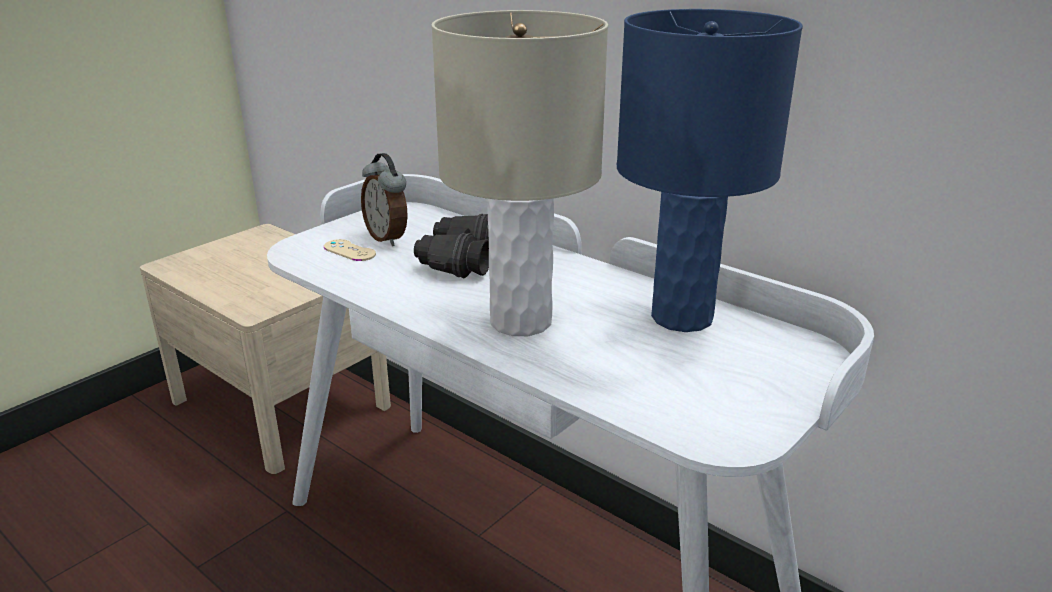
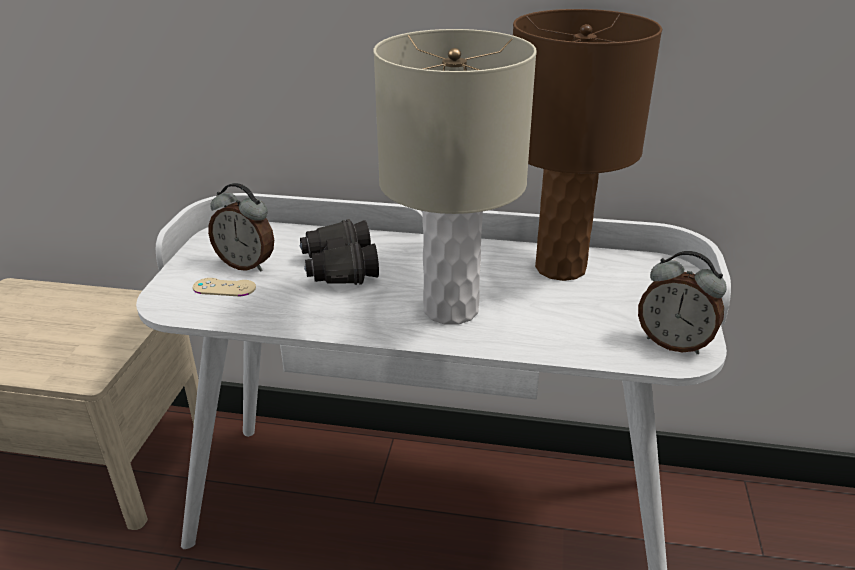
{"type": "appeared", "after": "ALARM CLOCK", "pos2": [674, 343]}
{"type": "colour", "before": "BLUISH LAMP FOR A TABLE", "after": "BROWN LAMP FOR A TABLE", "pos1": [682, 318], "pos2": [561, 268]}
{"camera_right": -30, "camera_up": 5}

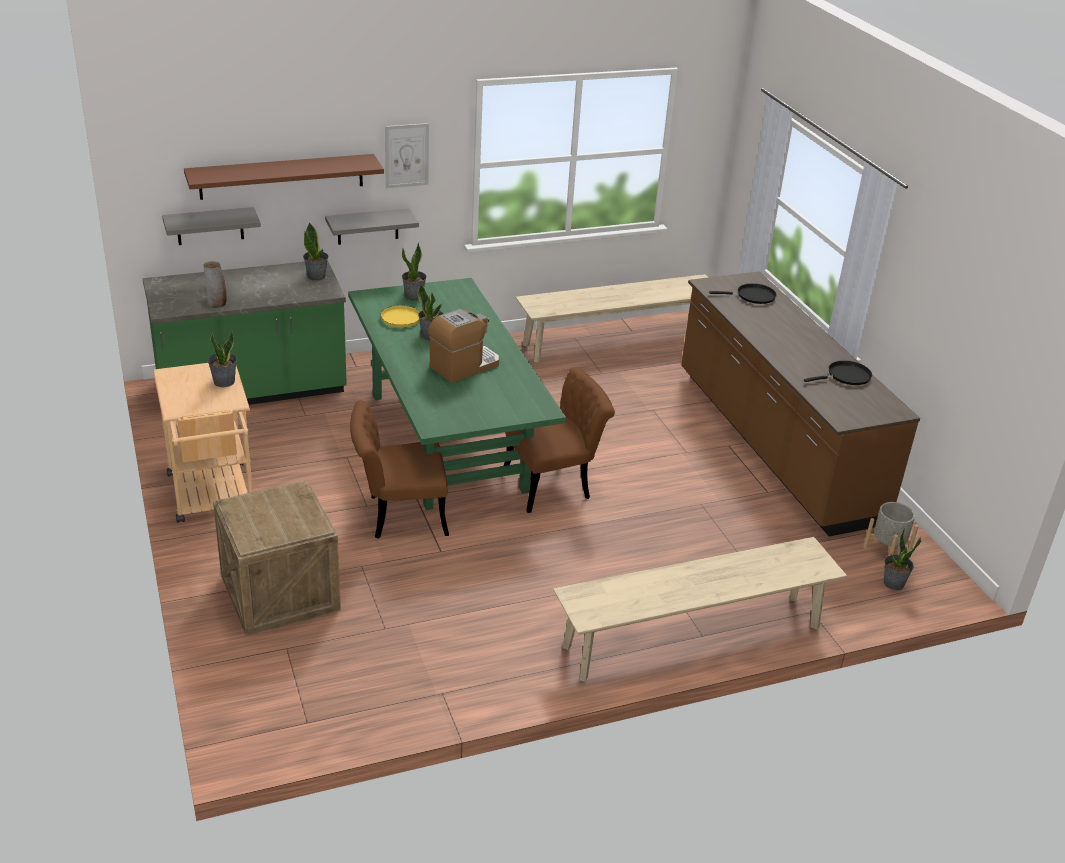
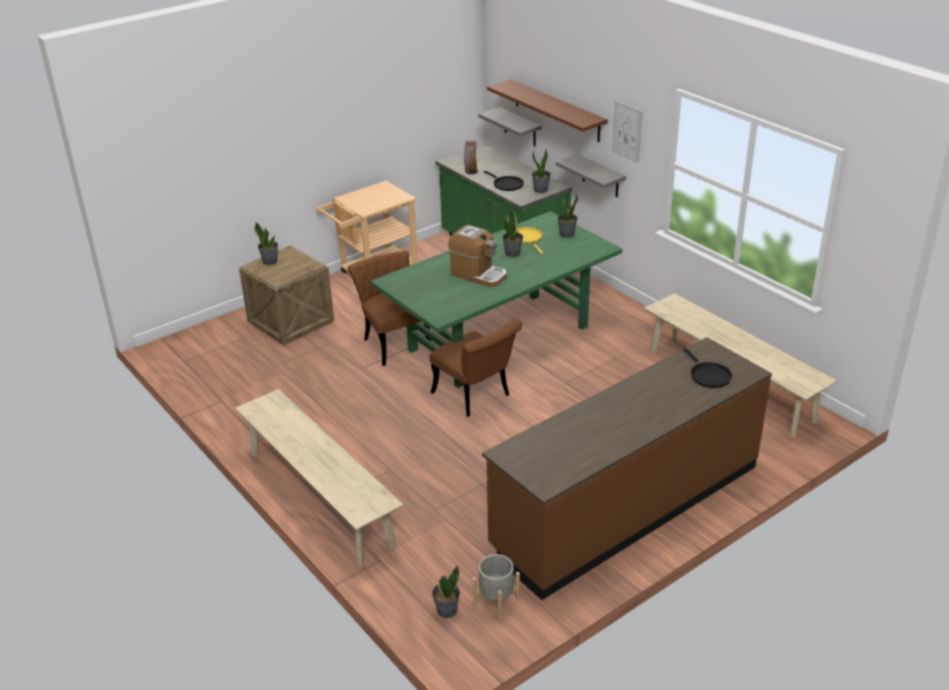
{"type": "relocated", "before": "POTTED PLANT", "pos1": [224, 381], "pos2": [270, 261]}
{"type": "relocated", "before": "BLACK-COLOURED FRYING PAN", "pos1": [846, 376], "pos2": [506, 184]}
{"camera_right": 75, "camera_up": 0}

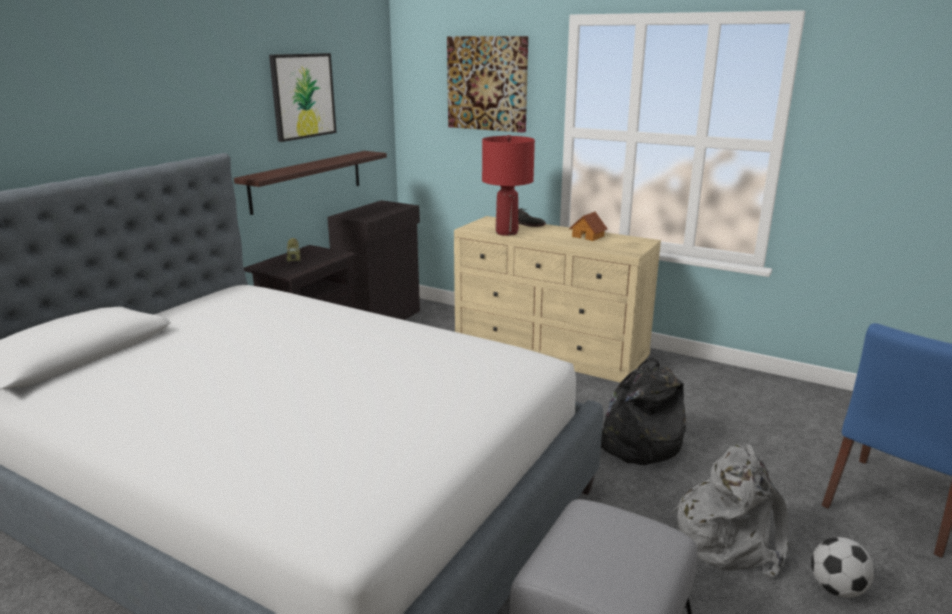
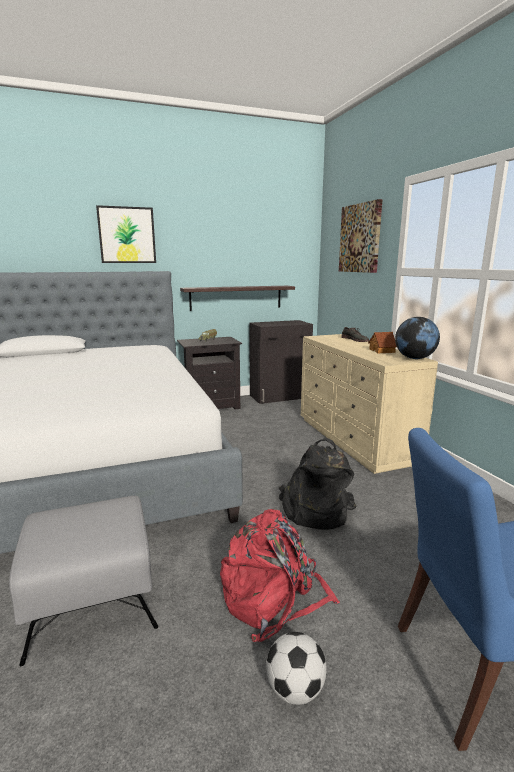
{"type": "missing", "before": "REDDISH LAMP FOR A TABLE", "pos1": [507, 232]}
{"type": "appeared", "after": "WORLD GLOBE", "pos2": [414, 358]}
{"type": "relocated", "before": "PICTURE", "pos1": [303, 96], "pos2": [127, 235]}
{"type": "colour", "before": "GREYISH RUCKSACK", "after": "REDDISH RUCKSACK", "pos1": [729, 538], "pos2": [274, 599]}
{"camera_right": 40, "camera_up": -5}

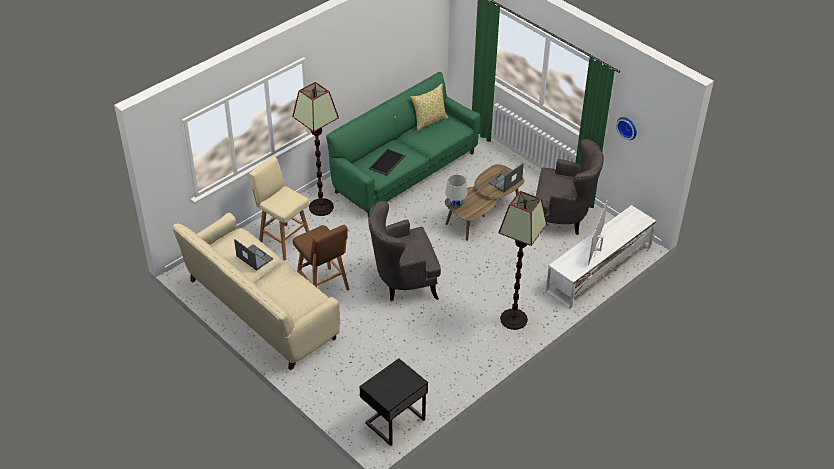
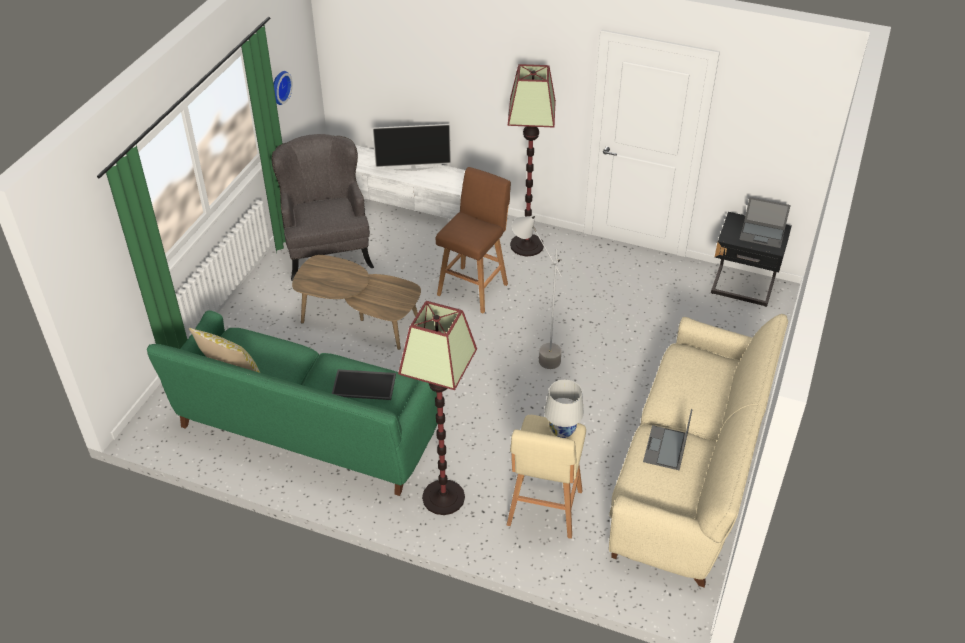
{"type": "relocated", "before": "BROWN STOOL", "pos1": [323, 288], "pos2": [474, 288]}
{"type": "relocated", "before": "WHITISH LAMP FOR A TABLE", "pos1": [455, 204], "pos2": [562, 430]}
{"type": "relocated", "before": "NOTEBOOK COMPUTER", "pos1": [505, 181], "pos2": [762, 234]}
{"type": "exchanged", "before": "GREYISH ARMCHAIR", "after": "GREYISH FLOOR LAMP", "pos1": [403, 282], "pos2": [535, 352]}
{"camera_right": -115, "camera_up": 0}

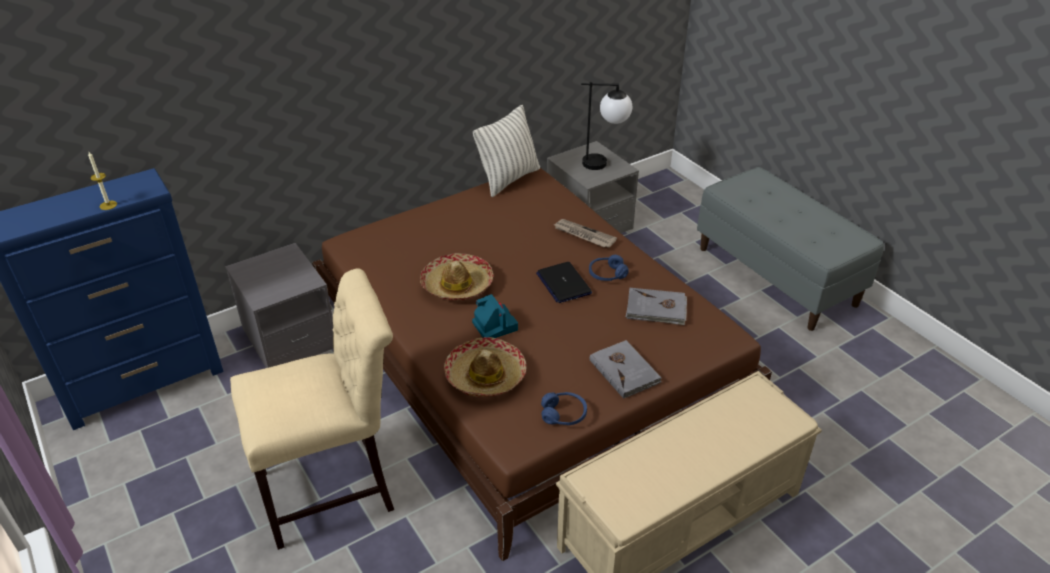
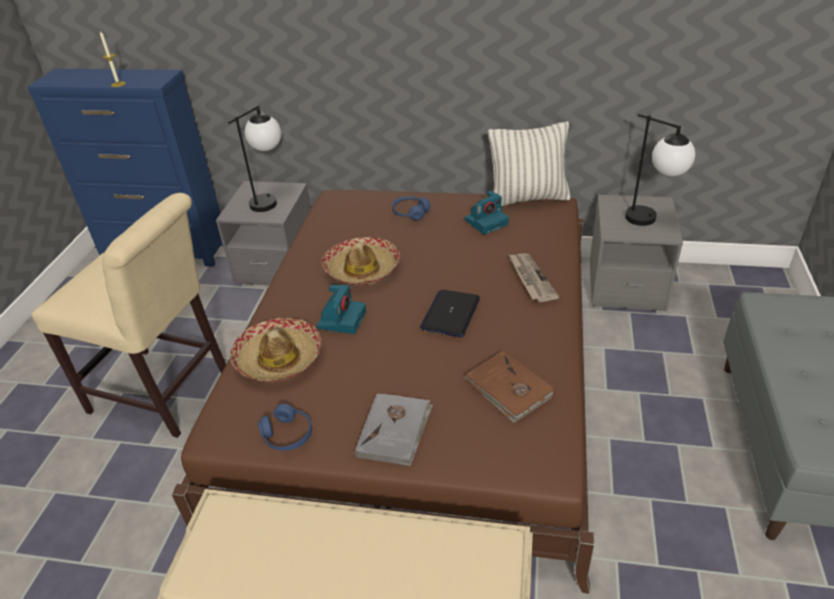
{"type": "appeared", "after": "LAMP FOR A TABLE", "pos2": [270, 199]}
{"type": "appeared", "after": "PHOTO CAMERA", "pos2": [486, 221]}
{"type": "relocated", "before": "BLUISH PAIR OF HEADPHONES", "pos1": [607, 274], "pos2": [410, 213]}
{"type": "colour", "before": "GREYISH BOOK", "after": "BROWN BOOK", "pos1": [656, 309], "pos2": [508, 389]}
{"camera_right": 45, "camera_up": 0}

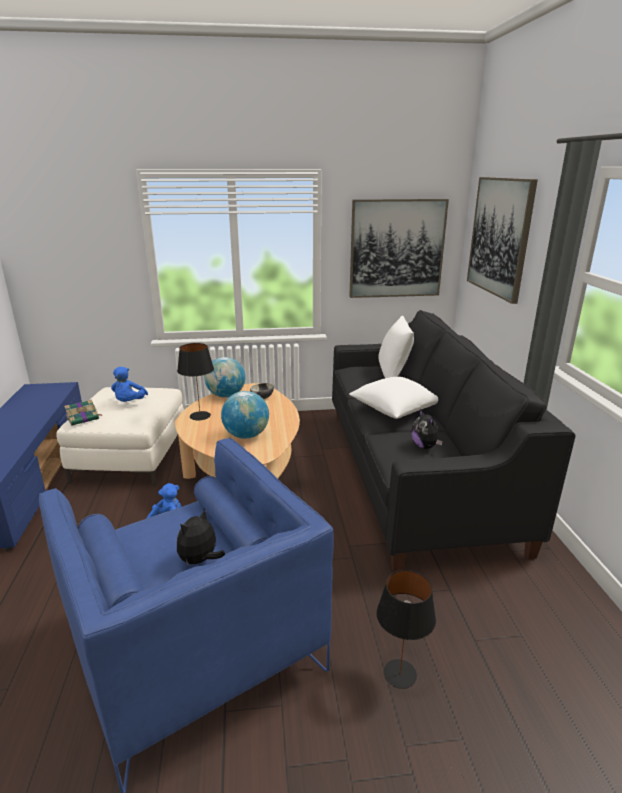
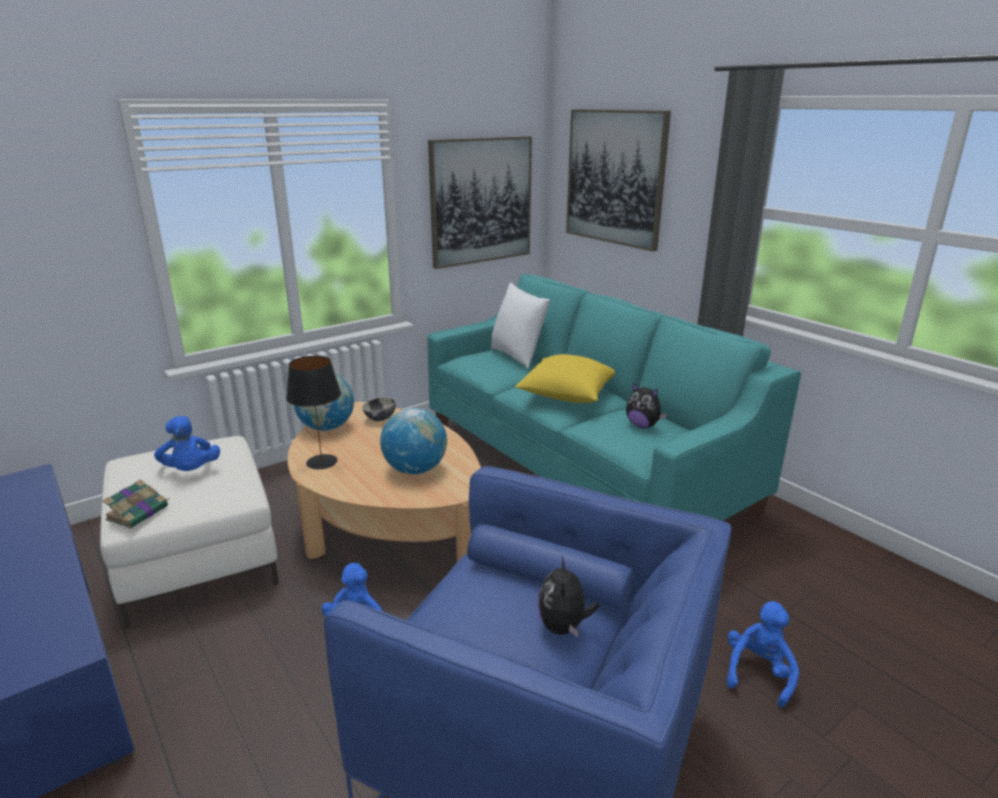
{"type": "exchanged", "before": "BLACK-COLOURED LAMP FOR A TABLE", "after": "BLUISH SOFT TOY", "pos1": [400, 673], "pos2": [758, 673]}
{"type": "colour", "before": "BLACK-COLOURED SOFA", "after": "BLUE-GREEN SOFA", "pos1": [414, 473], "pos2": [581, 467]}
{"type": "colour", "before": "WHITISH CUSHION", "after": "YELLOW CUSHION", "pos1": [394, 410], "pos2": [566, 395]}
{"camera_right": -30, "camera_up": 0}

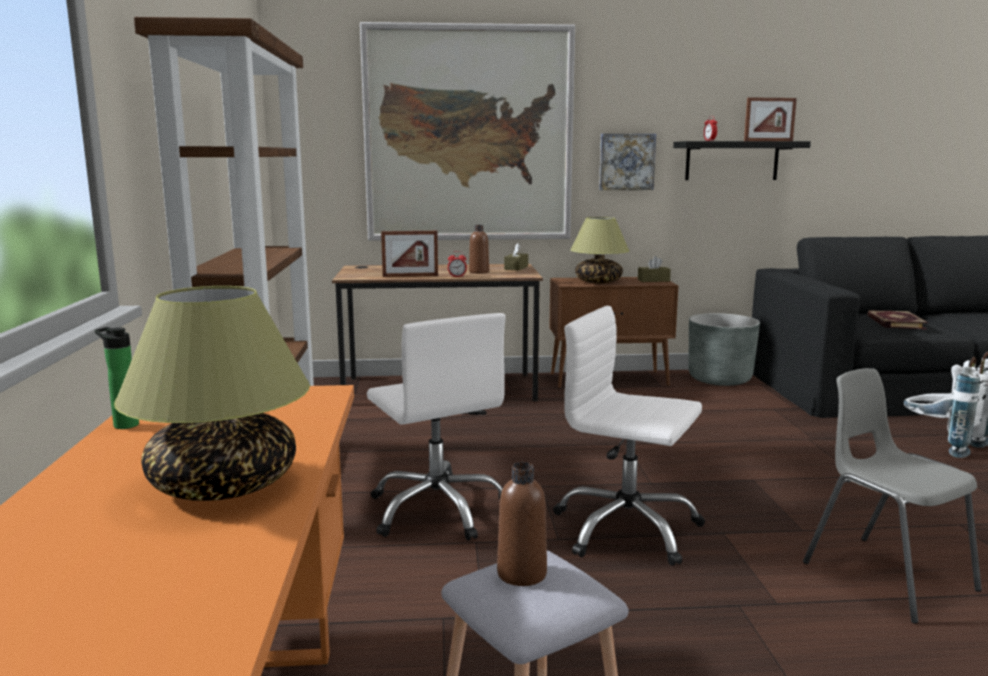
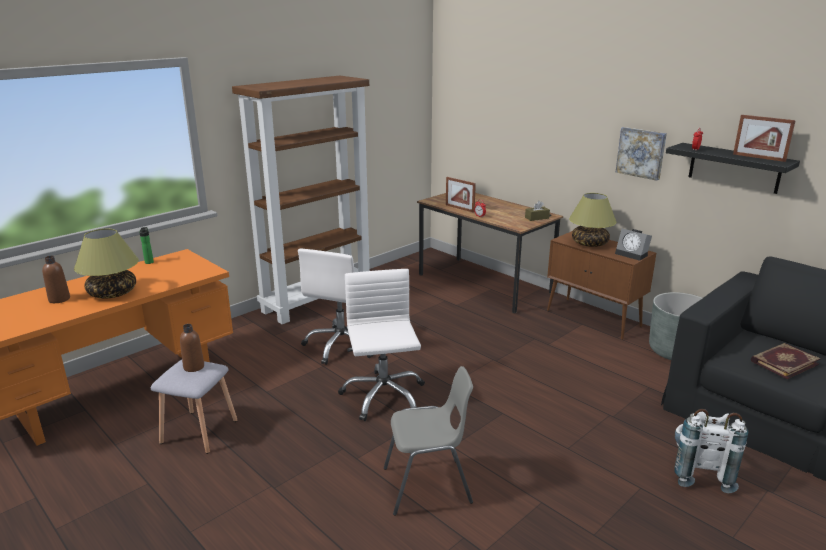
{"type": "missing", "before": "PICTURE", "pos1": [468, 135]}
{"type": "relocated", "before": "BROWN BOTTLE", "pos1": [479, 272], "pos2": [59, 299]}
{"type": "exchanged", "before": "BROWN TISSUE HOLDER", "after": "ALARM CLOCK", "pos1": [653, 280], "pos2": [632, 254]}
{"type": "spun", "before": "GREYISH UPRIGHT CHAIR", "pos1": [886, 576], "pos2": [428, 486], "turn": 60}
{"camera_right": 50, "camera_up": 10}

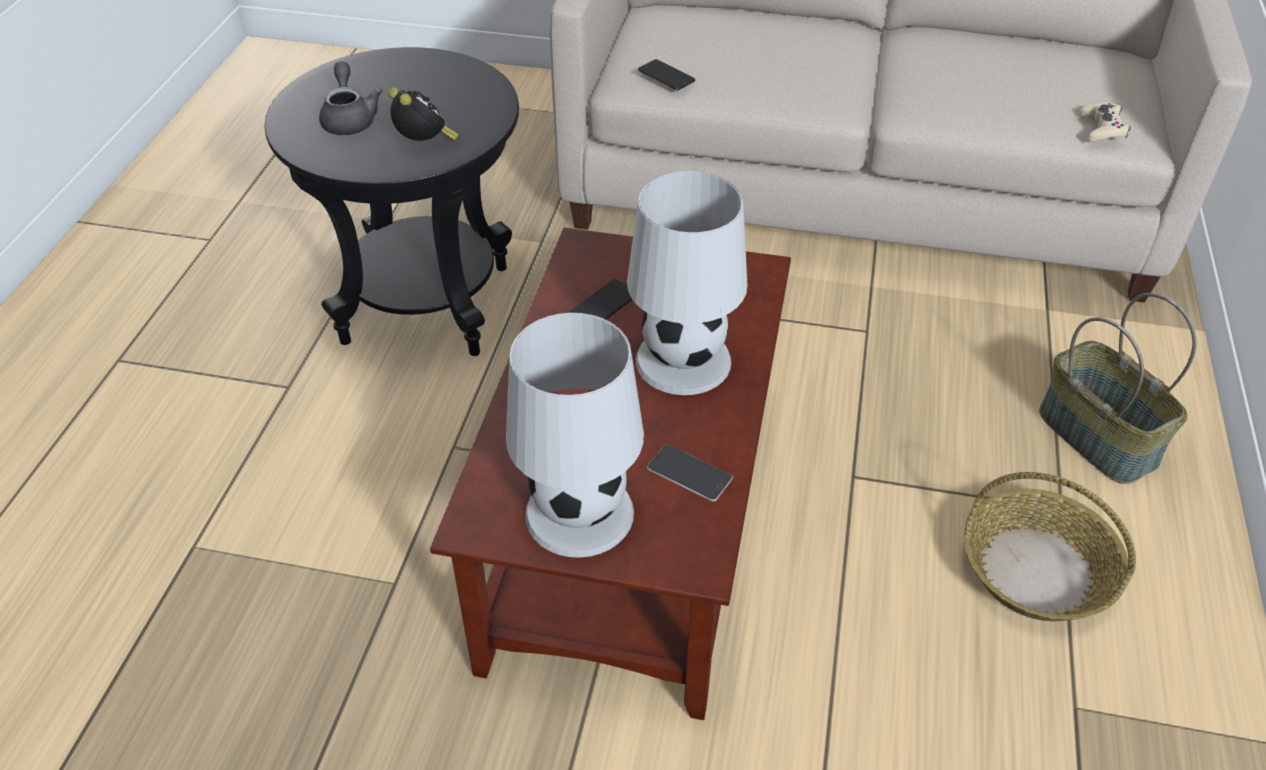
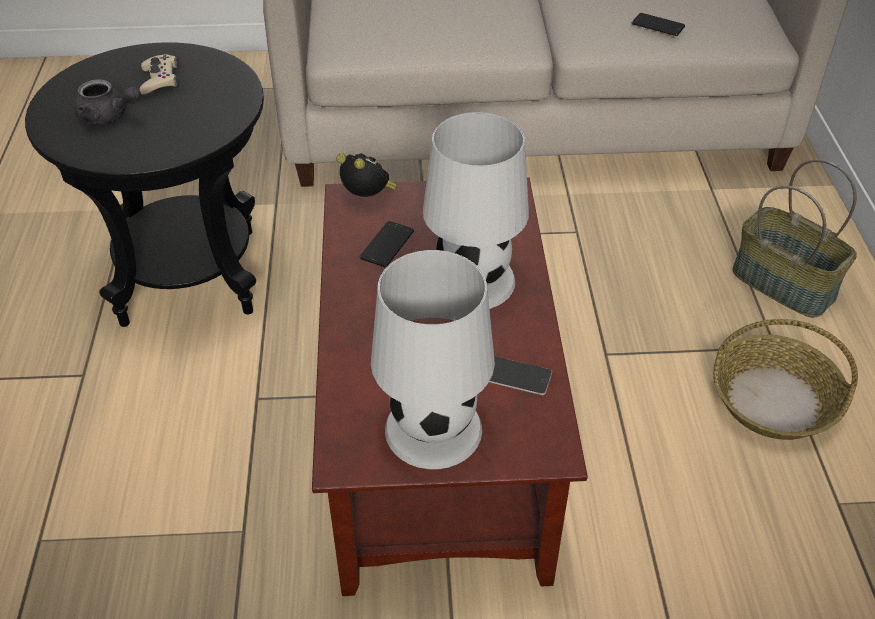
{"type": "relocated", "before": "ALARM CLOCK", "pos1": [425, 145], "pos2": [368, 198]}
{"type": "relocated", "before": "TELEPHONE", "pos1": [666, 76], "pos2": [658, 25]}
{"type": "relocated", "before": "BEIGE-COLOURED JOYPAD", "pos1": [1102, 128], "pos2": [160, 80]}
{"type": "spun", "before": "GREYISH TEA POT", "pos1": [350, 119], "pos2": [108, 116], "turn": 135}
{"camera_right": -15, "camera_up": 0}

